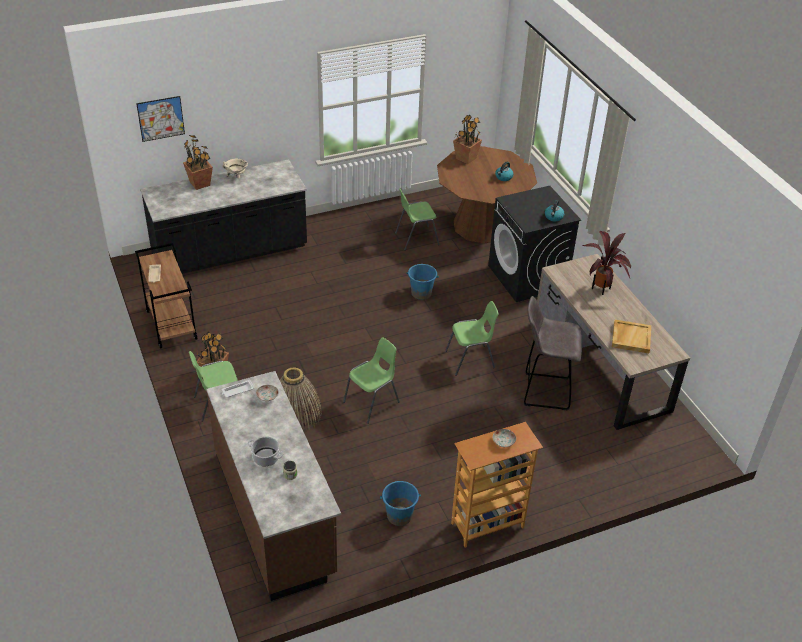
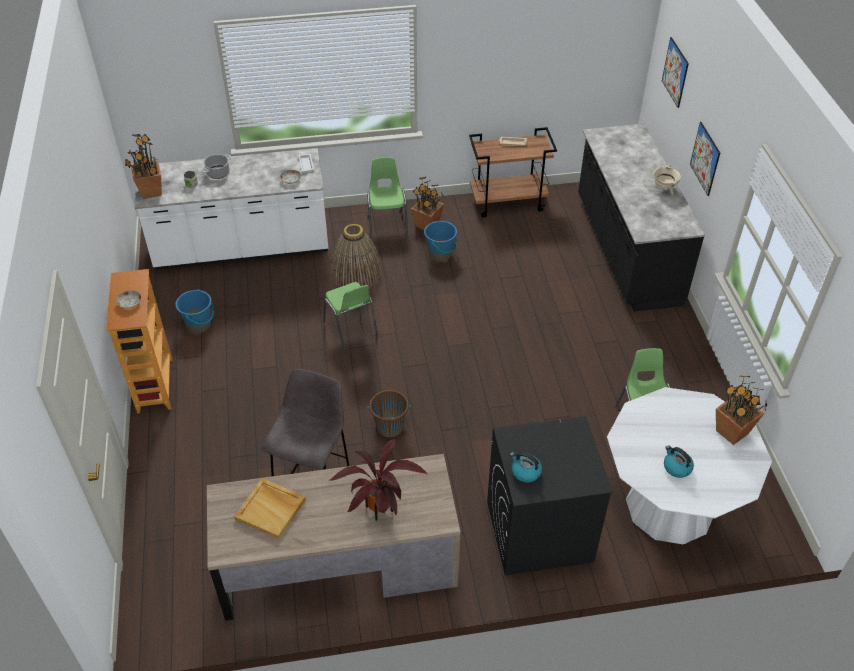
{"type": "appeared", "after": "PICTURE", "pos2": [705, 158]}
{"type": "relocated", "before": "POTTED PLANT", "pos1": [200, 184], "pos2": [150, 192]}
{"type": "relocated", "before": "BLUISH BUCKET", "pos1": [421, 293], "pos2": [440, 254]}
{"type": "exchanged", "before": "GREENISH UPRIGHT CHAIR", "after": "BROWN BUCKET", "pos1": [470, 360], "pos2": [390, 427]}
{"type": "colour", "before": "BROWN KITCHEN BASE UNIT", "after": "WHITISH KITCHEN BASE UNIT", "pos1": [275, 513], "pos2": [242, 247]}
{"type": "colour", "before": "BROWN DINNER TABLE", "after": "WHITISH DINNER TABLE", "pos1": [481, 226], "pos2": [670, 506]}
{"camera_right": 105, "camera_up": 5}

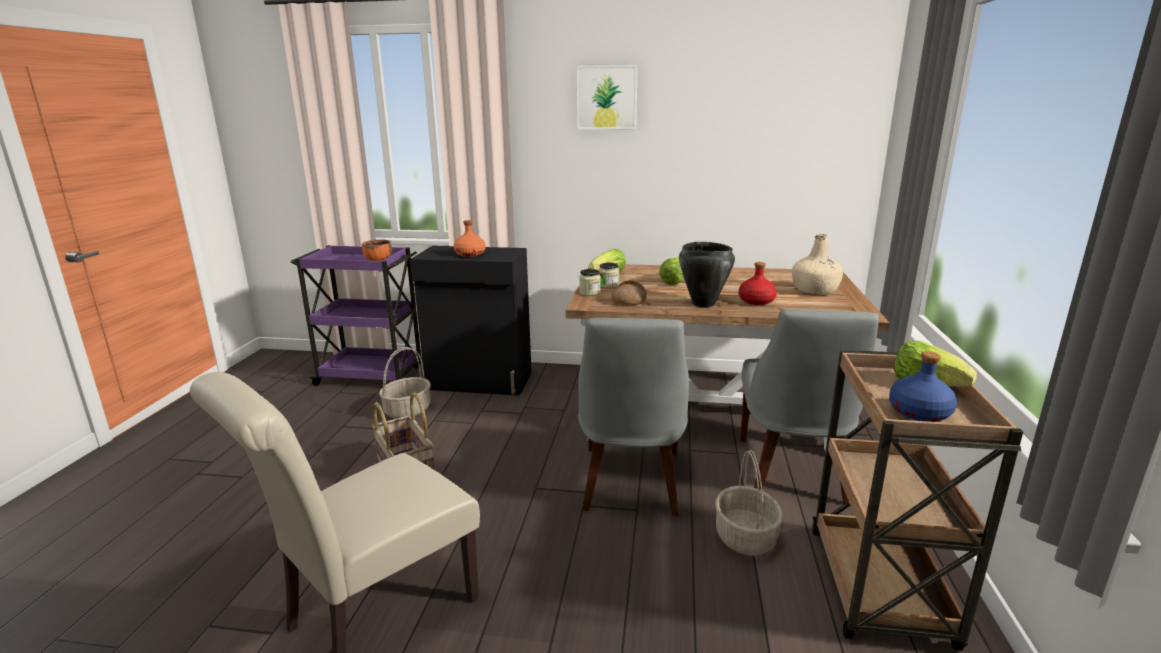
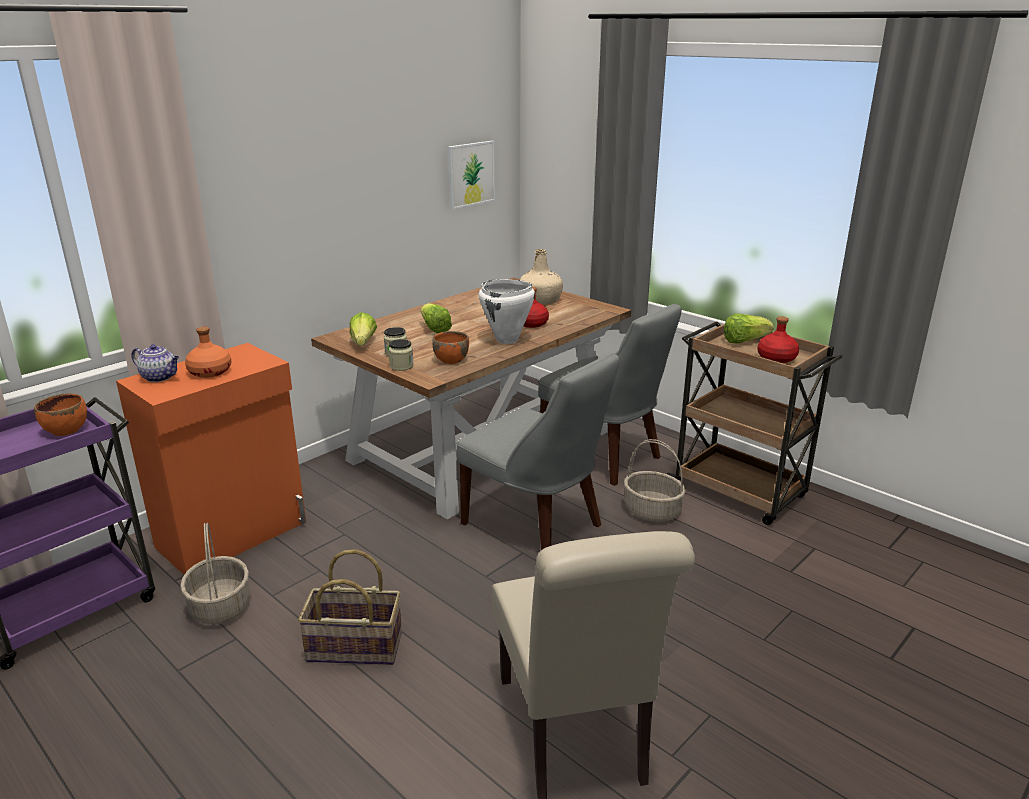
{"type": "appeared", "after": "TEA POT", "pos2": [160, 377]}
{"type": "relocated", "before": "PICTURE", "pos1": [607, 97], "pos2": [471, 174]}
{"type": "exchanged", "before": "BAKERY BREAD", "after": "ORANGEY SERVING BOWL", "pos1": [629, 300], "pos2": [451, 360]}
{"type": "colour", "before": "BLACK-COLOURED STORAGE CABINET", "after": "ORANGEY STORAGE CABINET", "pos1": [480, 382], "pos2": [234, 535]}
{"type": "colour", "before": "BLACK-COLOURED STOCKPOT", "after": "WHITISH STOCKPOT", "pos1": [703, 304], "pos2": [507, 340]}
{"type": "colour", "before": "BLUISH BOTTLE", "after": "REDDISH BOTTLE", "pos1": [918, 412], "pos2": [776, 358]}
{"camera_right": -55, "camera_up": 5}

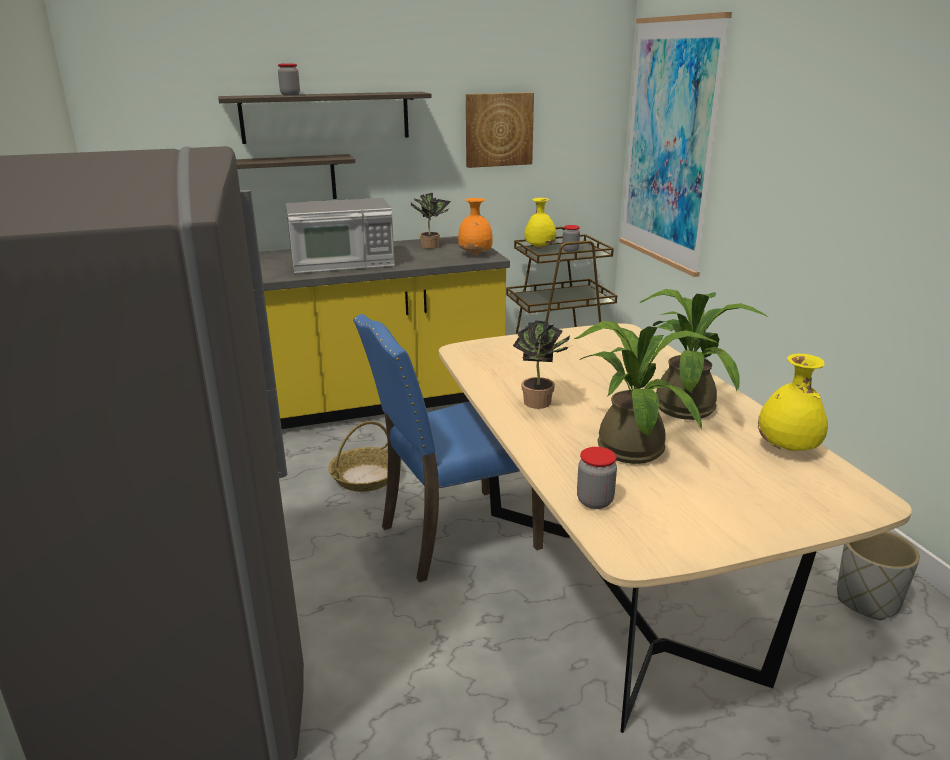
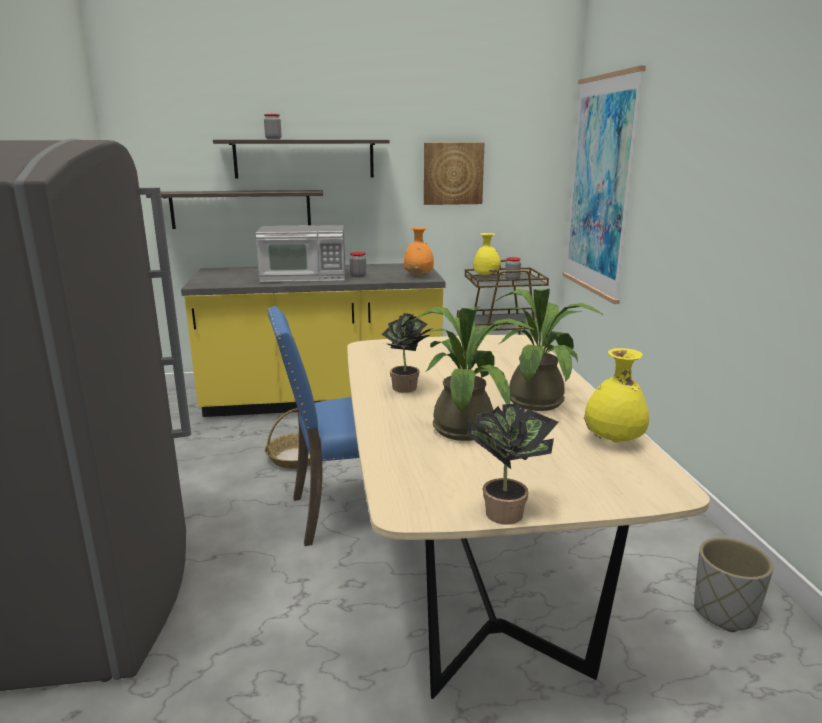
{"type": "relocated", "before": "POTTED PLANT", "pos1": [431, 246], "pos2": [506, 511]}
{"type": "relocated", "before": "JAR", "pos1": [595, 501], "pos2": [358, 276]}
{"camera_right": 10, "camera_up": -5}

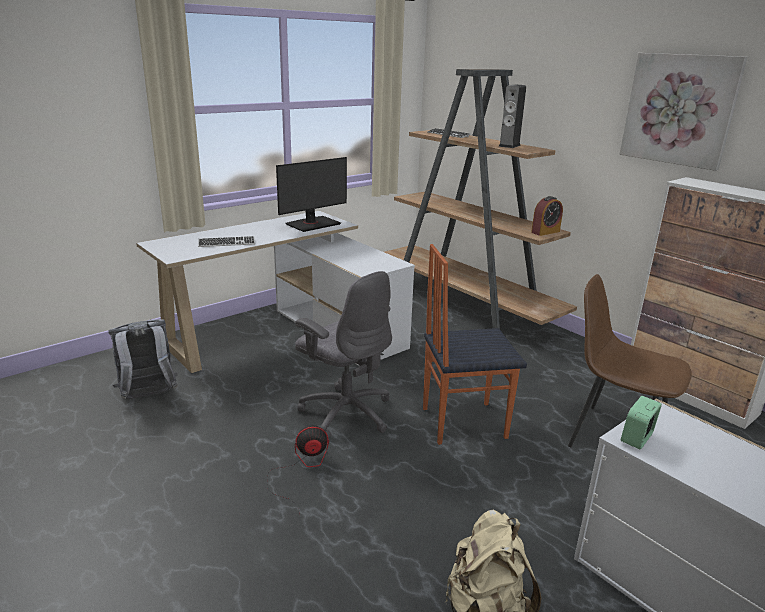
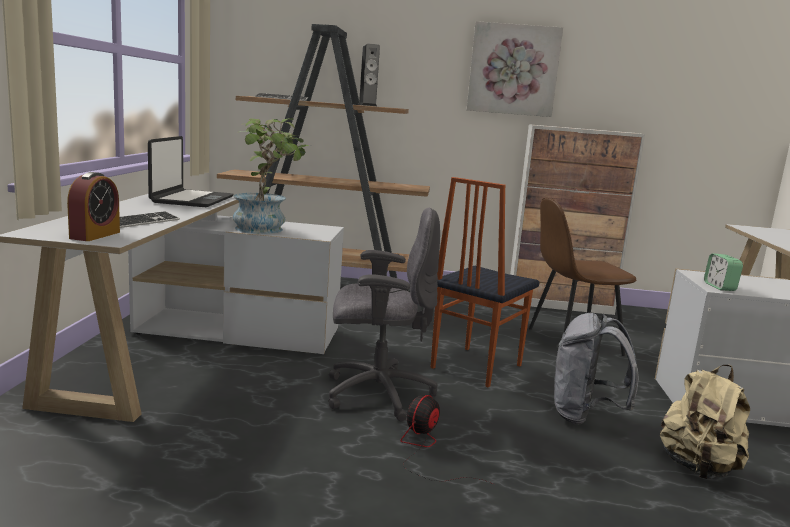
{"type": "appeared", "after": "POTTED PLANT", "pos2": [267, 229]}
{"type": "relocated", "before": "GREYISH RUCKSACK", "pos1": [148, 397], "pos2": [584, 416]}
{"type": "relocated", "before": "ALARM CLOCK", "pos1": [545, 232], "pos2": [95, 235]}
{"type": "exchanged", "before": "COMPUTER DISPLAY", "after": "NOTEBOOK COMPUTER", "pos1": [312, 224], "pos2": [191, 199]}
{"camera_right": -45, "camera_up": -10}

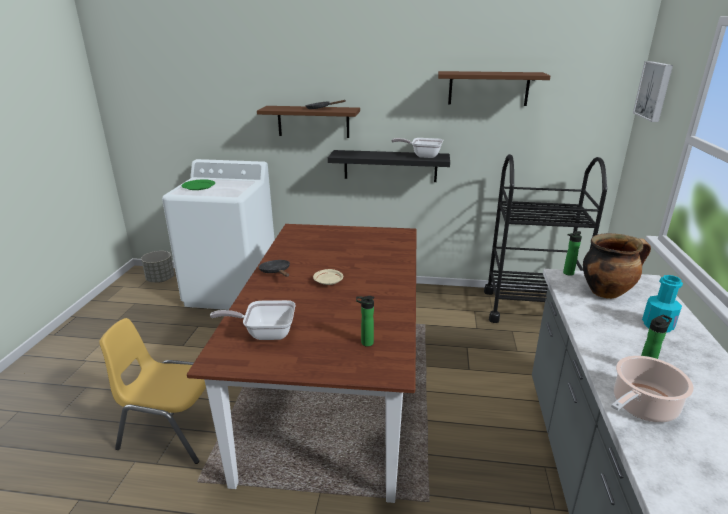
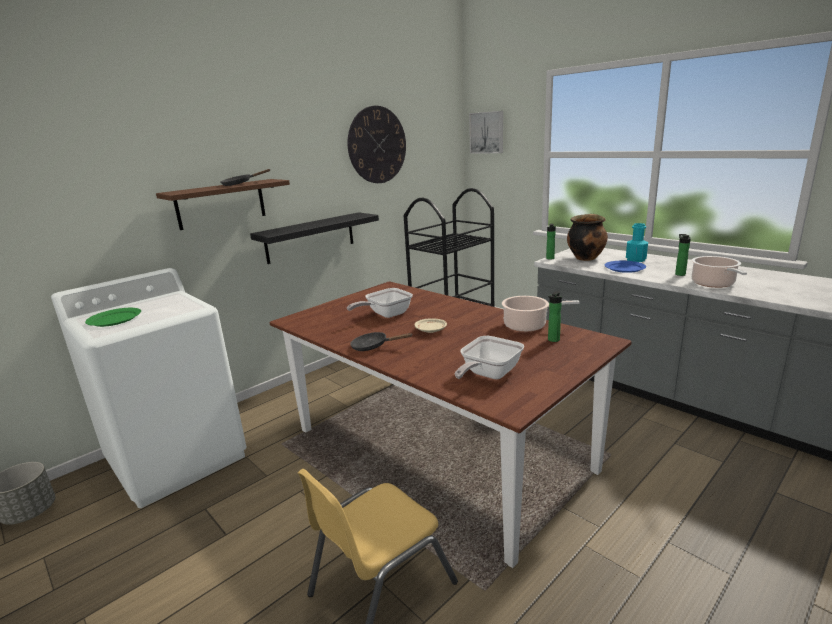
{"type": "appeared", "after": "STOCKPOT", "pos2": [528, 326]}
{"type": "appeared", "after": "BLUISH FLAT DISH", "pos2": [624, 268]}
{"type": "relocated", "before": "FRYING PAN", "pos1": [422, 156], "pos2": [385, 315]}
{"type": "exchanged", "before": "BROWN WALL SHELF", "after": "HANGING CLOCK", "pos1": [488, 88], "pos2": [377, 145]}
{"camera_right": -50, "camera_up": -5}

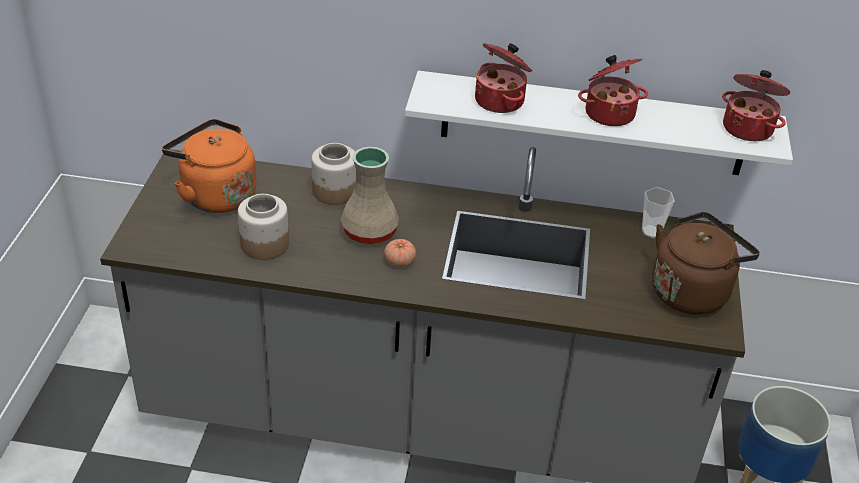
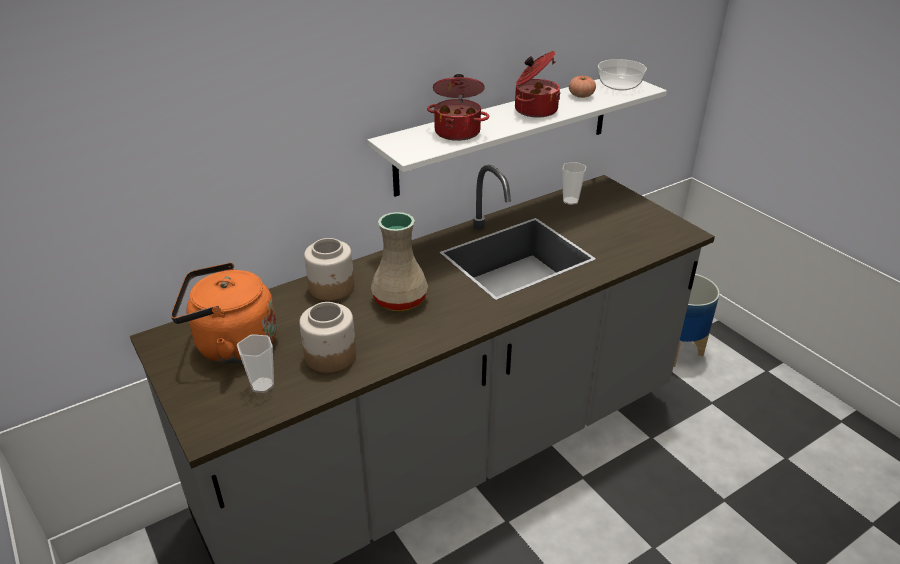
{"type": "missing", "before": "BROWN KETTLE", "pos1": [692, 291]}
{"type": "appeared", "after": "CUP", "pos2": [262, 385]}
{"type": "relocated", "before": "TOMATO", "pos1": [399, 261], "pos2": [581, 96]}
{"type": "exchanged", "before": "STOCKPOT", "after": "SERVING BOWL", "pos1": [748, 128], "pos2": [618, 85]}
{"camera_right": -40, "camera_up": -5}

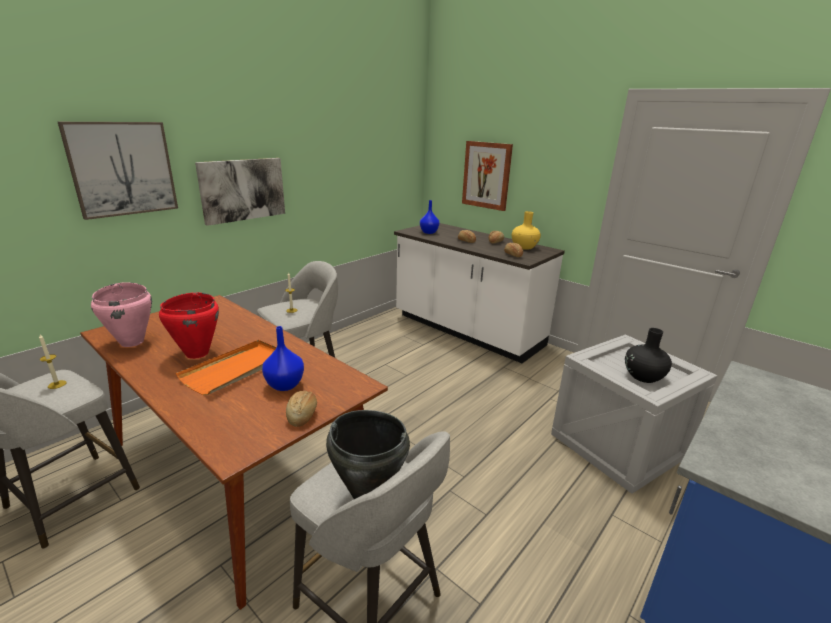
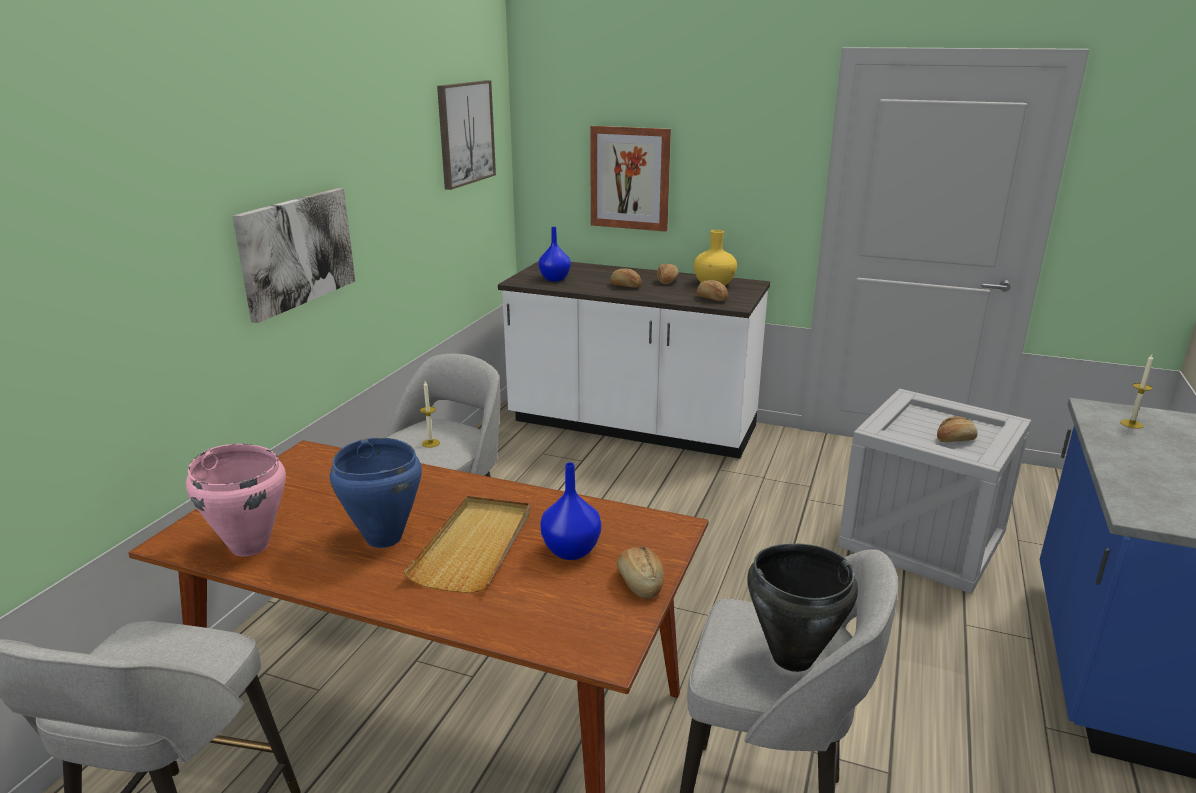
{"type": "relocated", "before": "WAX CANDLE", "pos1": [57, 384], "pos2": [1131, 424]}
{"type": "relocated", "before": "PICTURE", "pos1": [122, 169], "pos2": [465, 133]}
{"type": "exchanged", "before": "BLACK-COLOURED DECORATIVE VASE", "after": "BAKERY BREAD", "pos1": [643, 377], "pos2": [955, 439]}
{"type": "colour", "before": "REDDISH STOCKPOT", "after": "BLUISH STOCKPOT", "pos1": [196, 353], "pos2": [383, 538]}
{"type": "colour", "before": "ORANGEY CARRYING TRAY", "after": "BEIGE-COLOURED CARRYING TRAY", "pos1": [236, 369], "pos2": [474, 546]}
{"camera_right": -20, "camera_up": 0}

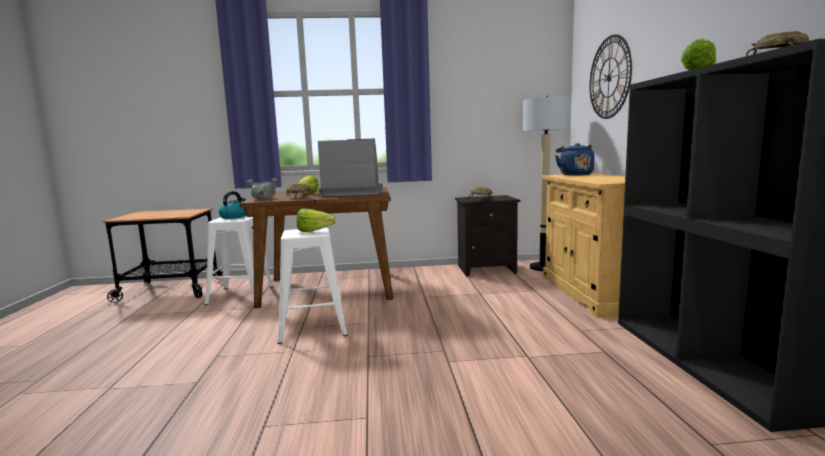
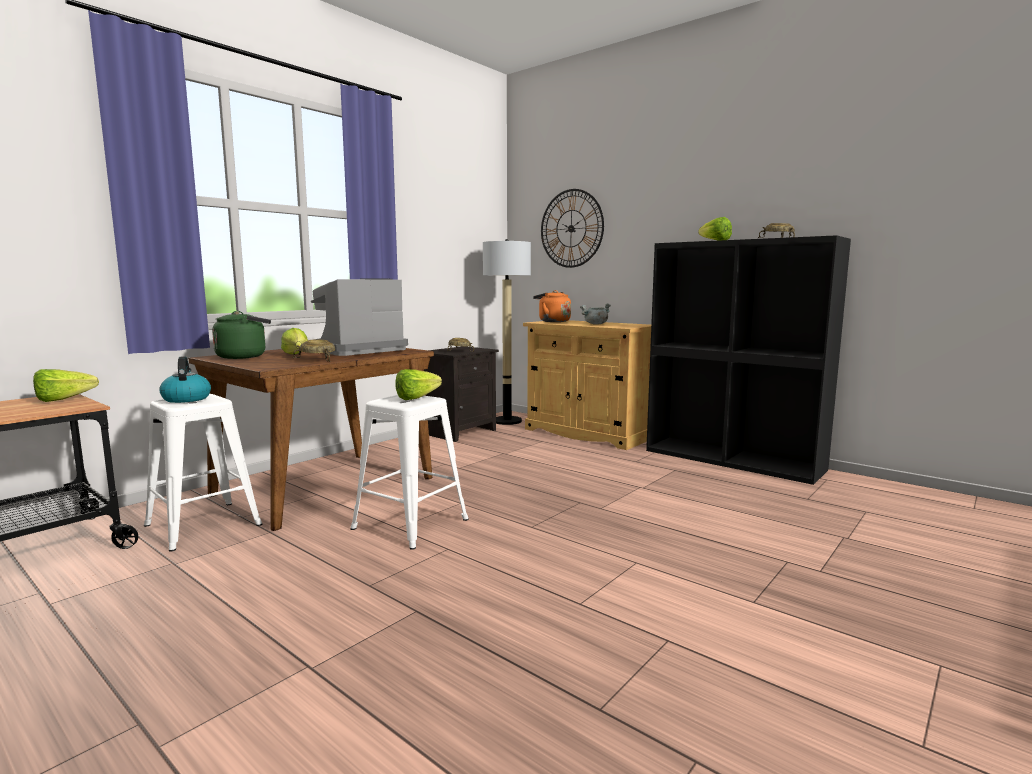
{"type": "appeared", "after": "HEAD OF LETTUCE", "pos2": [69, 399]}
{"type": "appeared", "after": "GREENISH KETTLE", "pos2": [244, 356]}
{"type": "relocated", "before": "GREYISH STOCKPOT", "pos1": [263, 199], "pos2": [595, 324]}
{"type": "colour", "before": "BLUISH KETTLE", "after": "ORANGEY KETTLE", "pos1": [574, 174], "pos2": [552, 321]}
{"camera_right": -45, "camera_up": 0}

